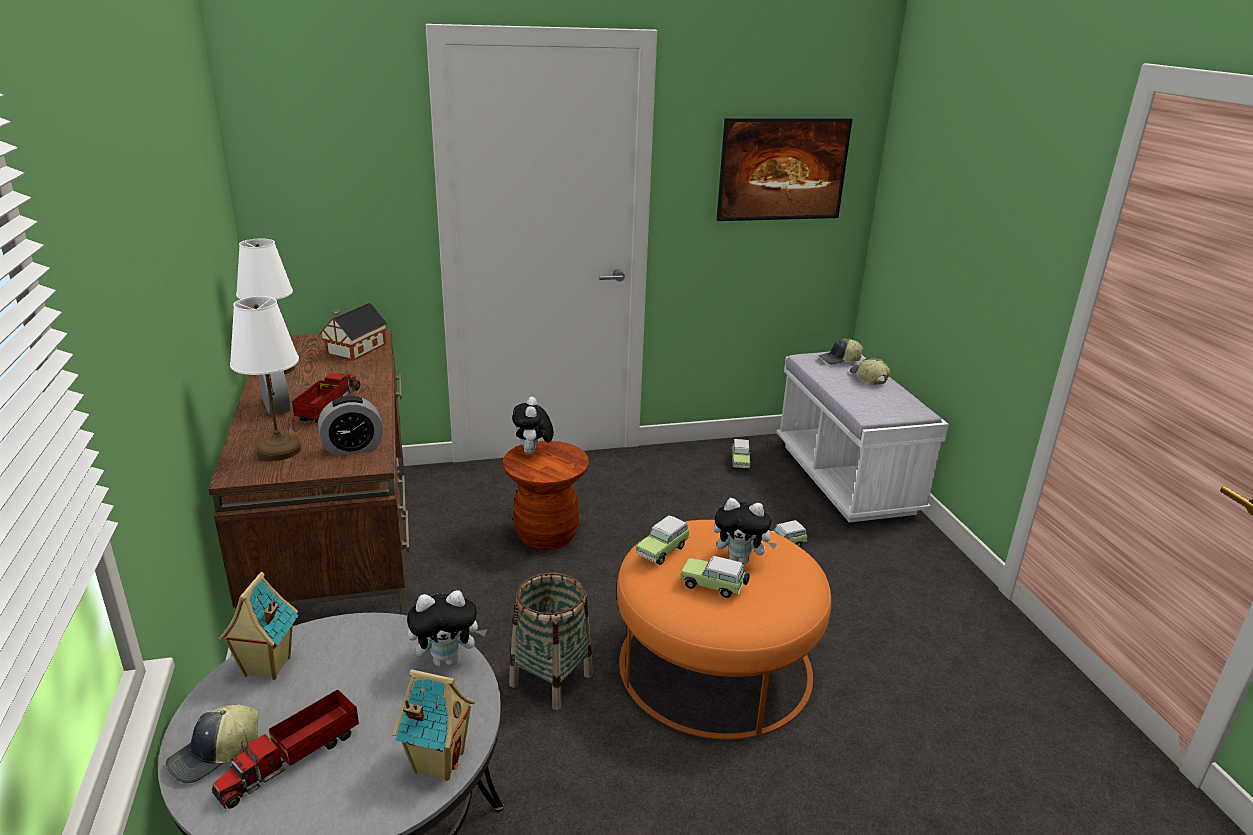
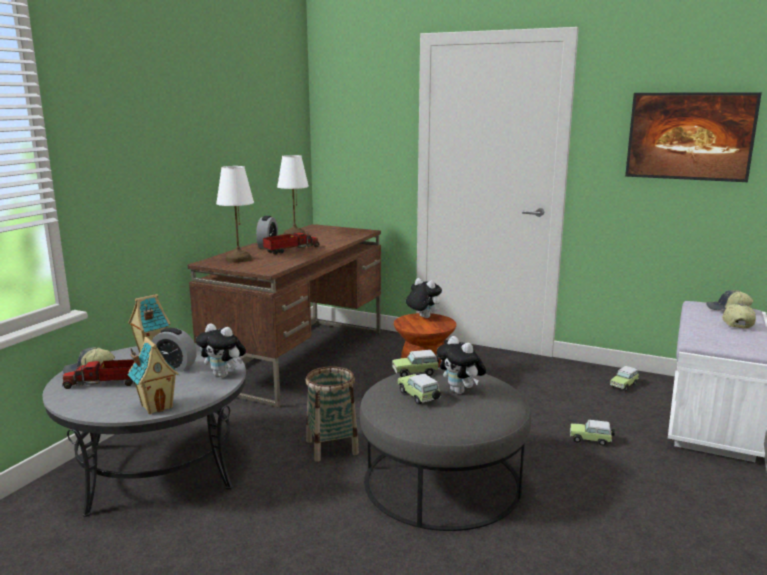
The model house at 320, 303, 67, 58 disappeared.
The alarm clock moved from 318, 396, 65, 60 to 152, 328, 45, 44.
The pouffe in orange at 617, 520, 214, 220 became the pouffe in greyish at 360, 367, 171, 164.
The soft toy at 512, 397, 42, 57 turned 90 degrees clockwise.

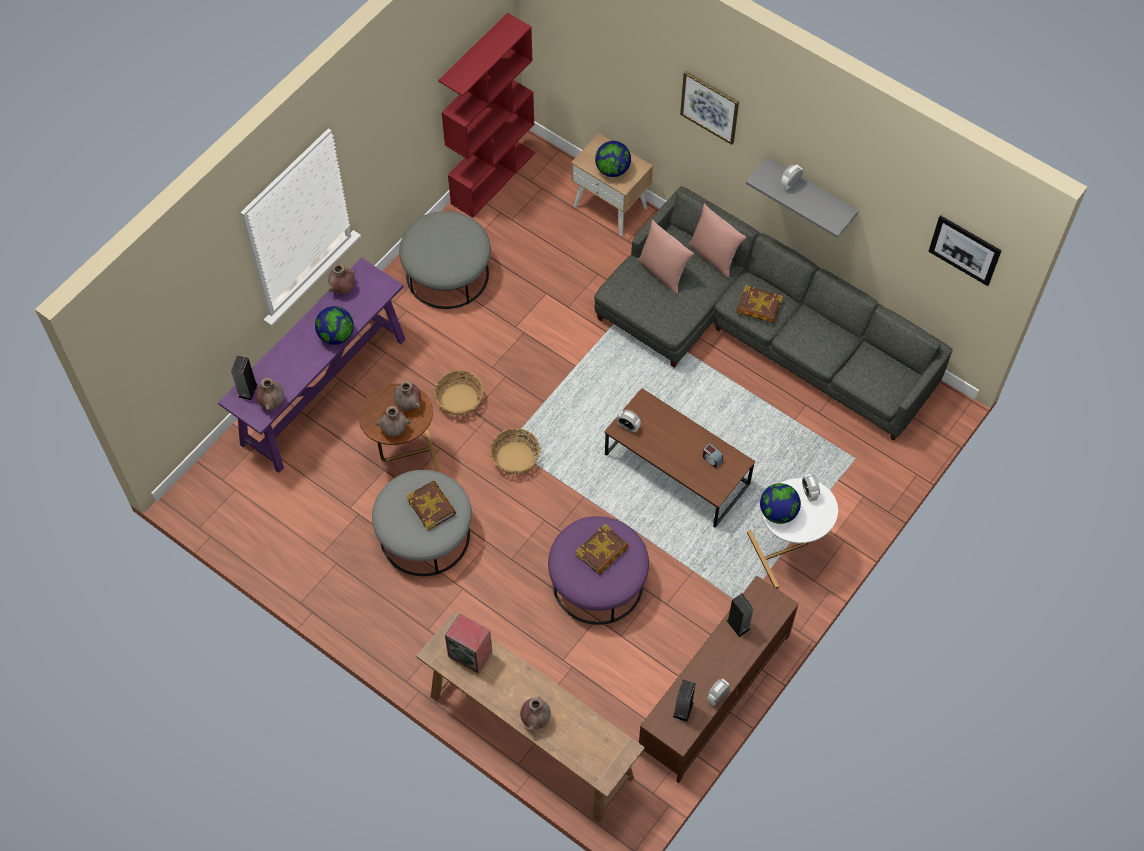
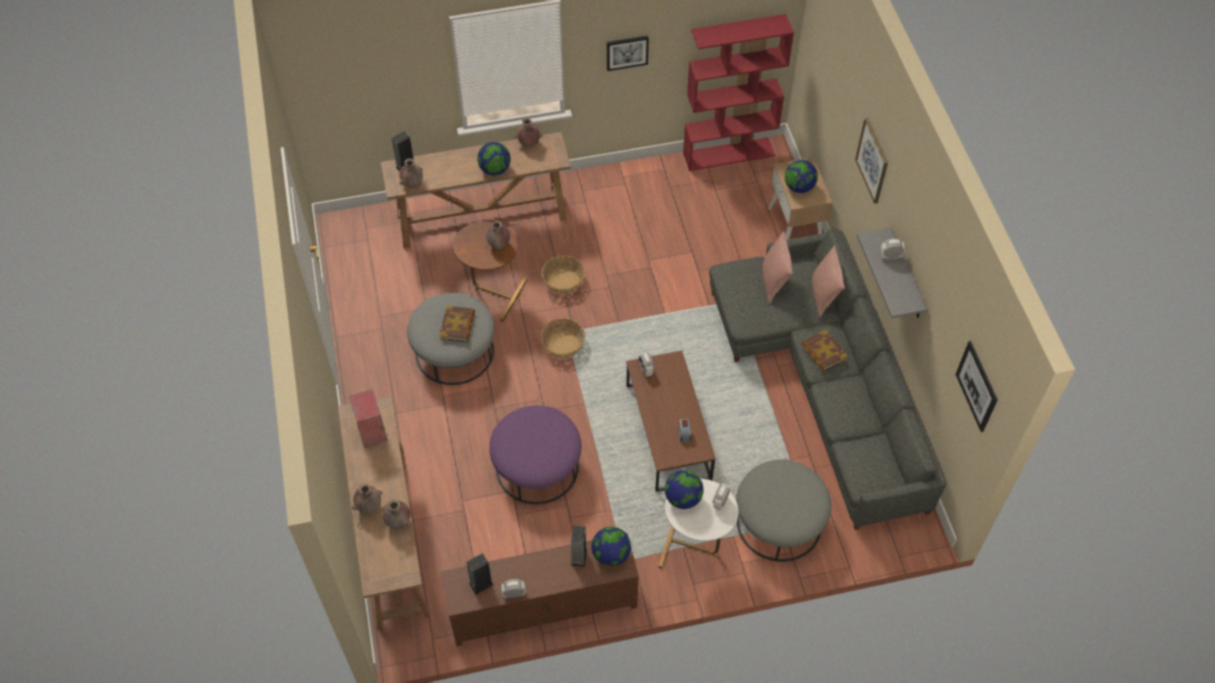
The book at 576, 524, 53, 51 disappeared.
The world globe at 592, 527, 39, 39 appeared.
The picture at 607, 36, 42, 35 appeared.
The decorative vase in brown-coloured moved from 376, 406, 34, 31 to 382, 500, 28, 29.
The pouffe in greyish moved from 399, 211, 92, 98 to 736, 459, 95, 103.
The console table in purple at 218, 258, 188, 215 became the console table in brown-coloured at 381, 132, 190, 116.

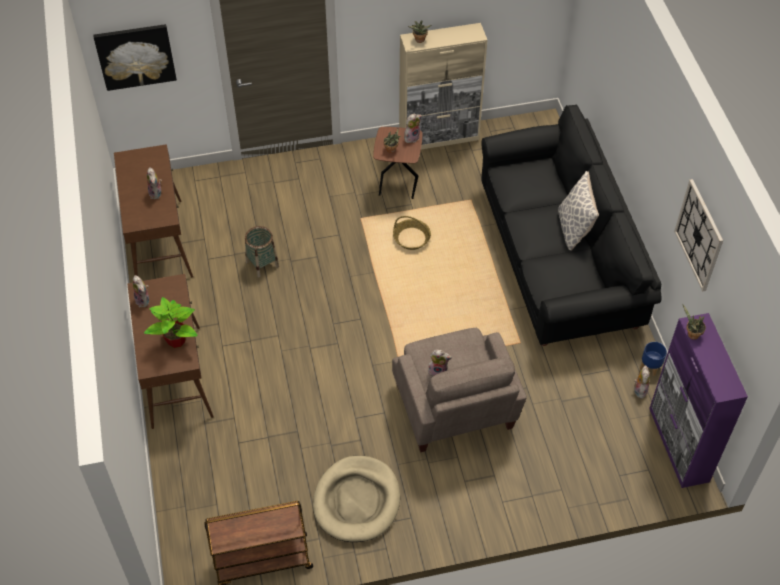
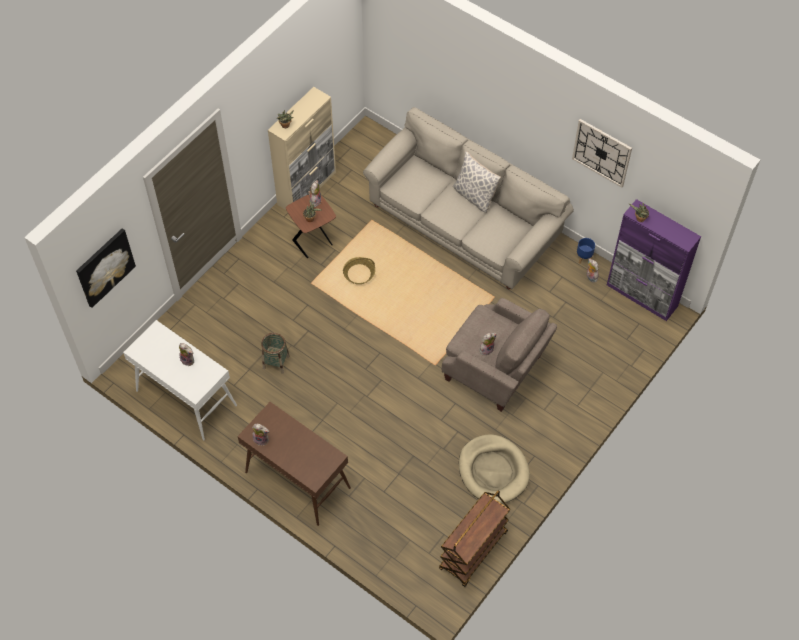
The plant in a pot at 144, 297, 53, 51 disappeared.
The console table in brown-coloured at 114, 144, 79, 133 became the console table in whitish at 123, 320, 114, 121.
The sofa in blackish at 481, 105, 180, 241 became the sofa in sand-coloured at 363, 107, 211, 183.

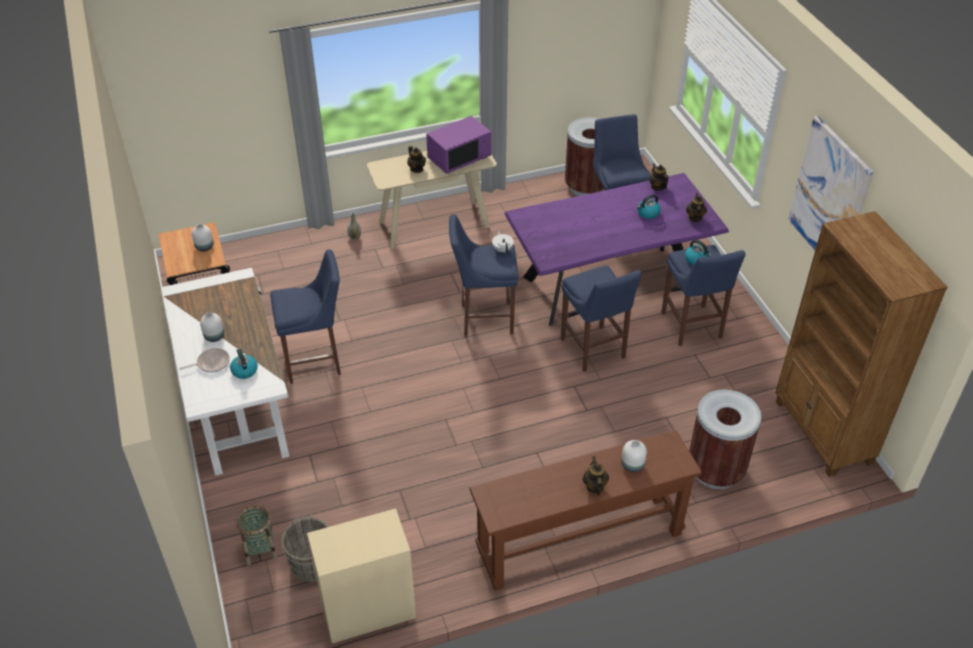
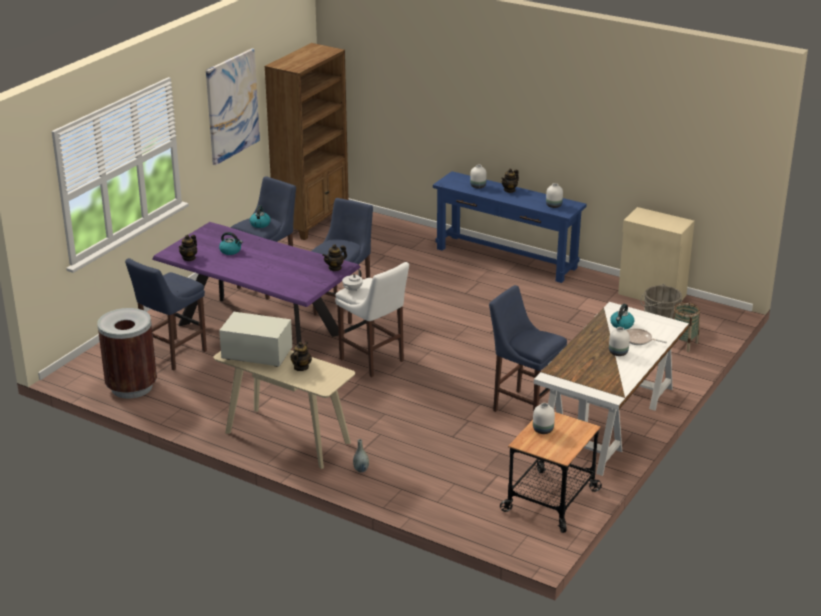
The rubbish bin in brown-coloured at 689, 389, 72, 100 disappeared.
The decorative vase in whitish at 546, 183, 17, 25 appeared.
The pot for tea moved from 686, 193, 21, 29 to 322, 244, 25, 27.
The microwave oven in purple at 426, 116, 65, 58 became the microwave oven in whitish at 219, 312, 73, 55.
The stool in blue-coloured at 449, 214, 69, 122 became the stool in whitish at 335, 262, 74, 115.
The console table in brown-coloured at 469, 430, 233, 161 became the console table in blue-coloured at 433, 171, 154, 112.

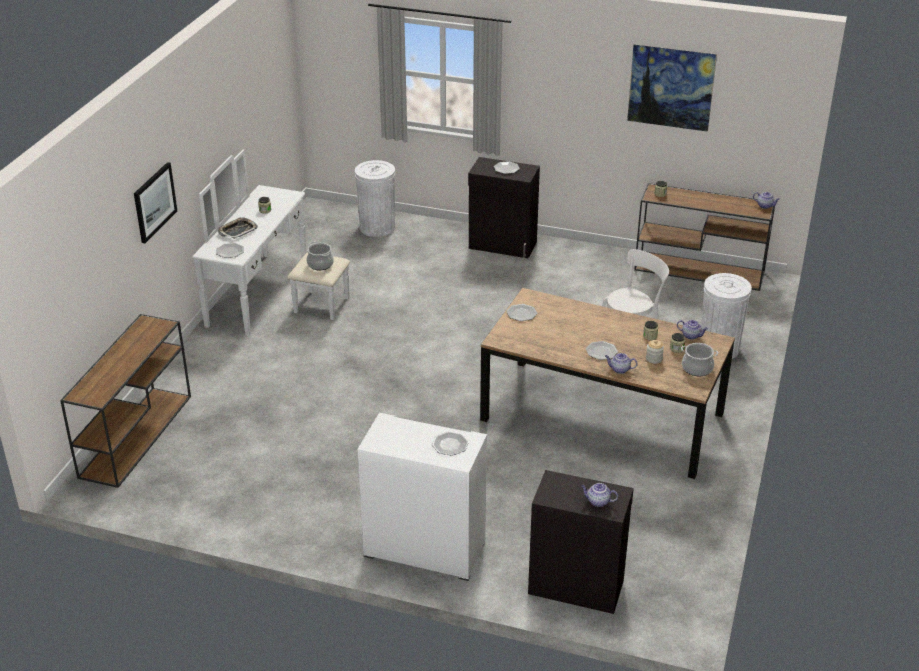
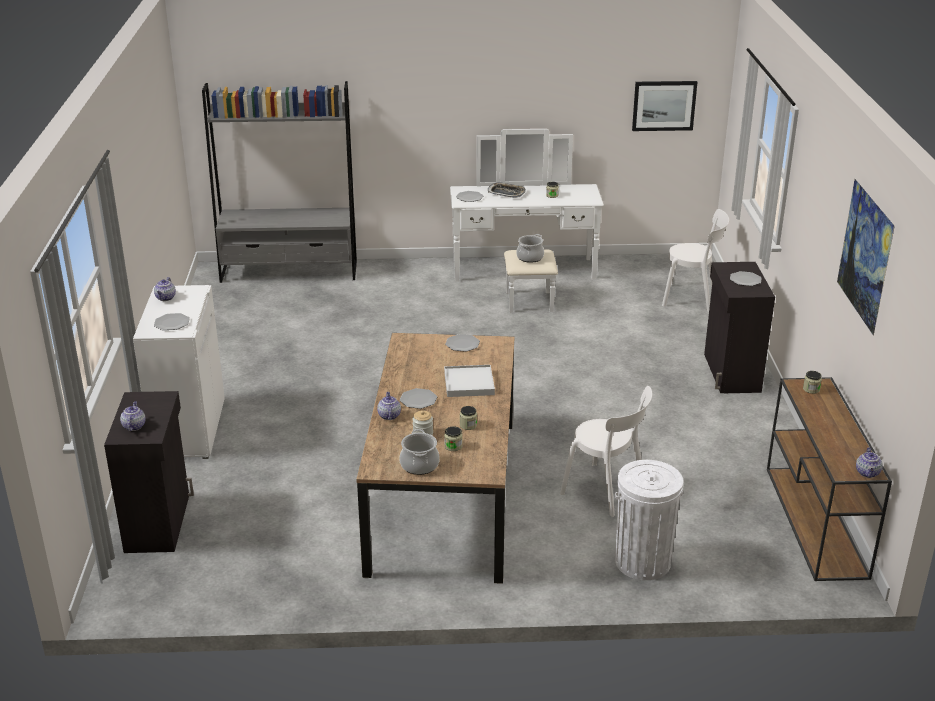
The tray in whitish at 444, 365, 51, 32 appeared.
The picture moved from 134, 162, 43, 81 to 632, 81, 65, 50.
The pot for tea moved from 677, 320, 31, 20 to 154, 277, 22, 24.
The console table in brown-coloured at 60, 314, 131, 174 was replaced by the bookshelf in greyish at 202, 81, 155, 202.
The rubbish bin in whitish at 355, 160, 40, 77 was replaced by the chair in whitish at 662, 209, 67, 103.

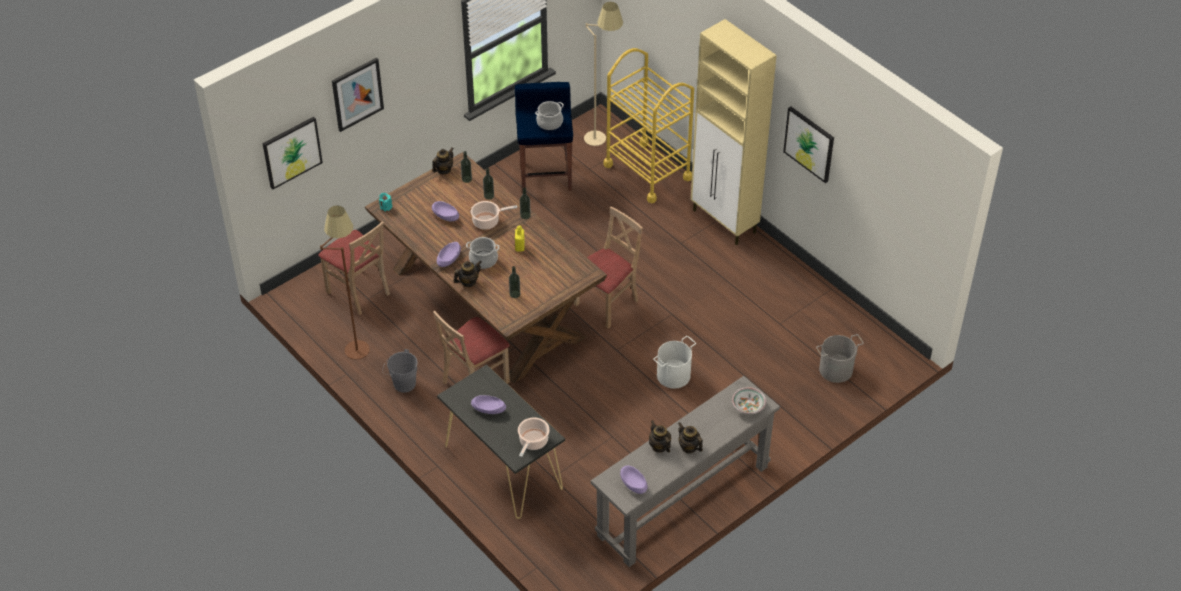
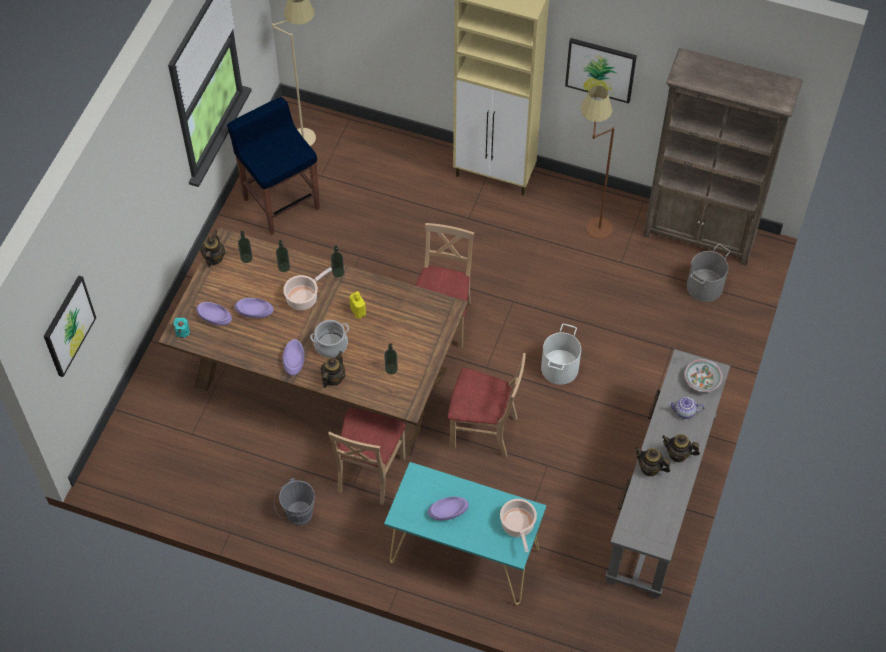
The picture at 332, 57, 52, 75 disappeared.
The stockpot at 535, 101, 29, 29 disappeared.
The cart in yellow at 604, 48, 90, 156 disappeared.
The bookshelf in brown-coloured at 643, 48, 160, 218 appeared.
The pot for tea at 669, 397, 36, 22 appeared.
The chair in sand-coloured moved from 319, 221, 71, 94 to 448, 353, 78, 105.
The floor lamp in brown-coloured moved from 320, 205, 50, 155 to 580, 86, 35, 153.
The bowl in purple moved from 620, 466, 28, 28 to 196, 302, 36, 24.
The console table in blackish at 437, 364, 128, 155 became the console table in turquoise-coloured at 384, 462, 162, 143.

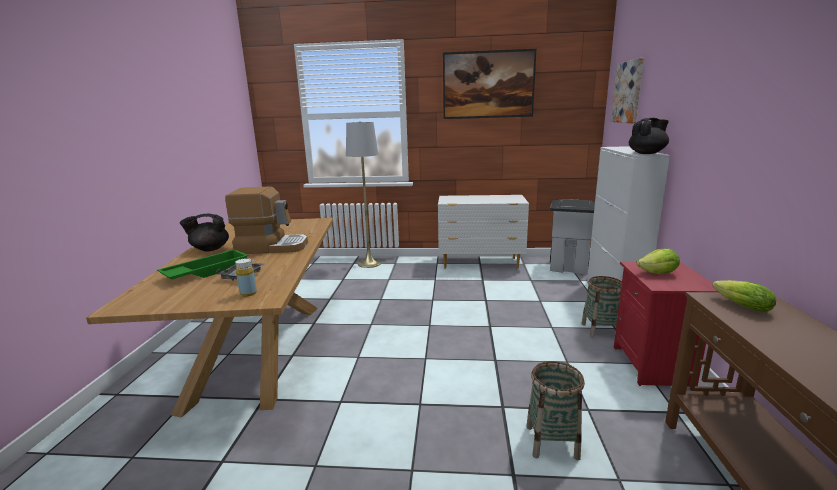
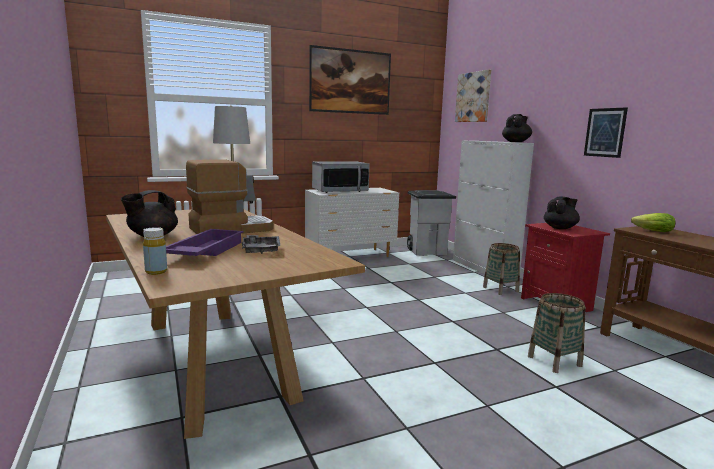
The microwave oven at 312, 162, 58, 31 appeared.
The picture at 584, 107, 44, 51 appeared.
The drink bottle in yellow moved from 235, 258, 22, 39 to 143, 227, 24, 48.
The lettuce at 637, 248, 43, 26 was replaced by the pot for tea in blackish at 544, 197, 36, 32.
The tray in greenish at 157, 250, 92, 30 became the tray in purple at 166, 229, 77, 27.

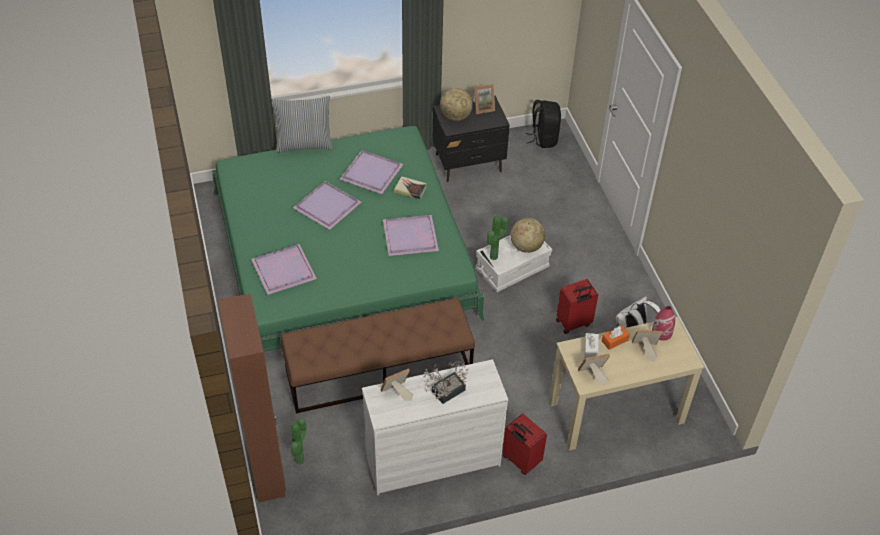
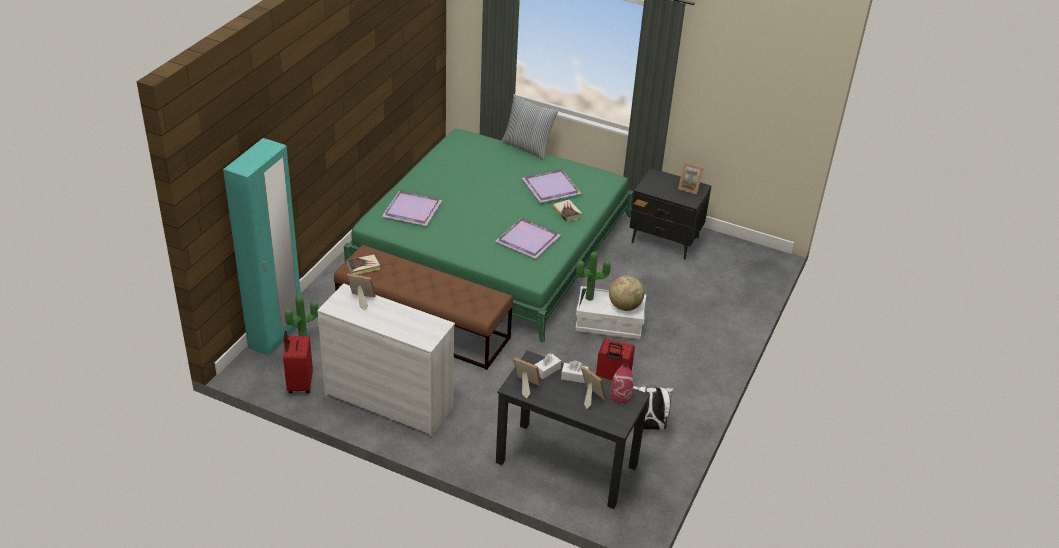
The tray in purple at 293, 181, 68, 49 disappeared.
The plant in a pot at 423, 361, 46, 43 disappeared.
The world globe at 440, 88, 33, 33 disappeared.
The knapsack in blackish at 525, 100, 36, 48 disappeared.
The book at 346, 255, 34, 20 appeared.
The travel case in red moved from 502, 414, 45, 61 to 283, 331, 30, 62.
The armoire in brown-coloured at 218, 294, 68, 209 became the armoire in turquoise-coloured at 223, 138, 78, 218.
The desk unit in sand-coloured at 549, 317, 155, 134 became the desk unit in blackish at 496, 351, 154, 158.
The box of tissues in orange at 602, 326, 28, 24 became the box of tissues in whitish at 561, 361, 27, 22.

